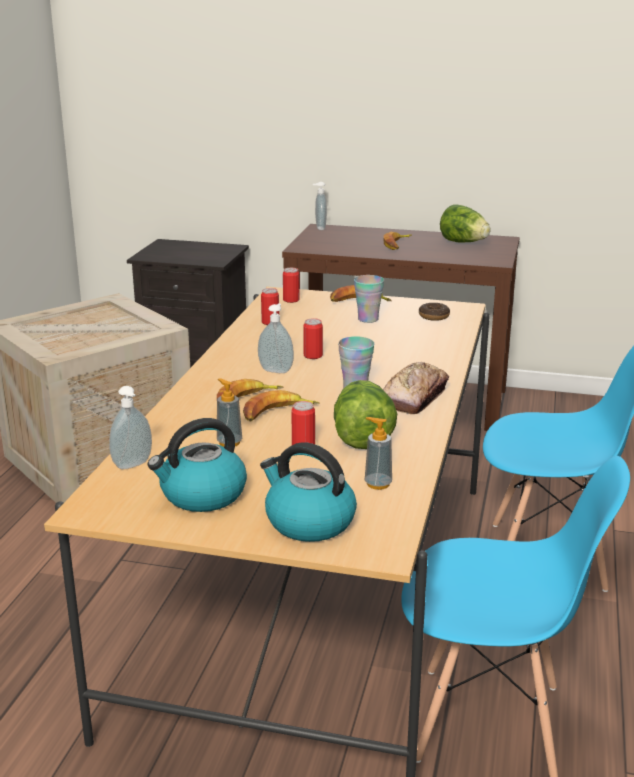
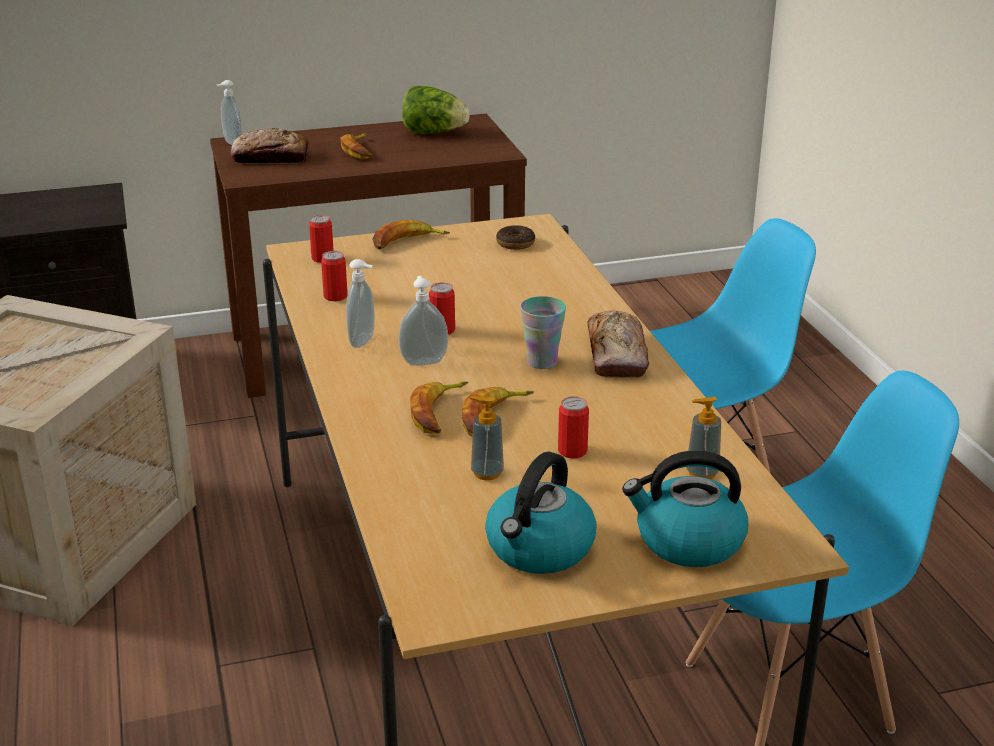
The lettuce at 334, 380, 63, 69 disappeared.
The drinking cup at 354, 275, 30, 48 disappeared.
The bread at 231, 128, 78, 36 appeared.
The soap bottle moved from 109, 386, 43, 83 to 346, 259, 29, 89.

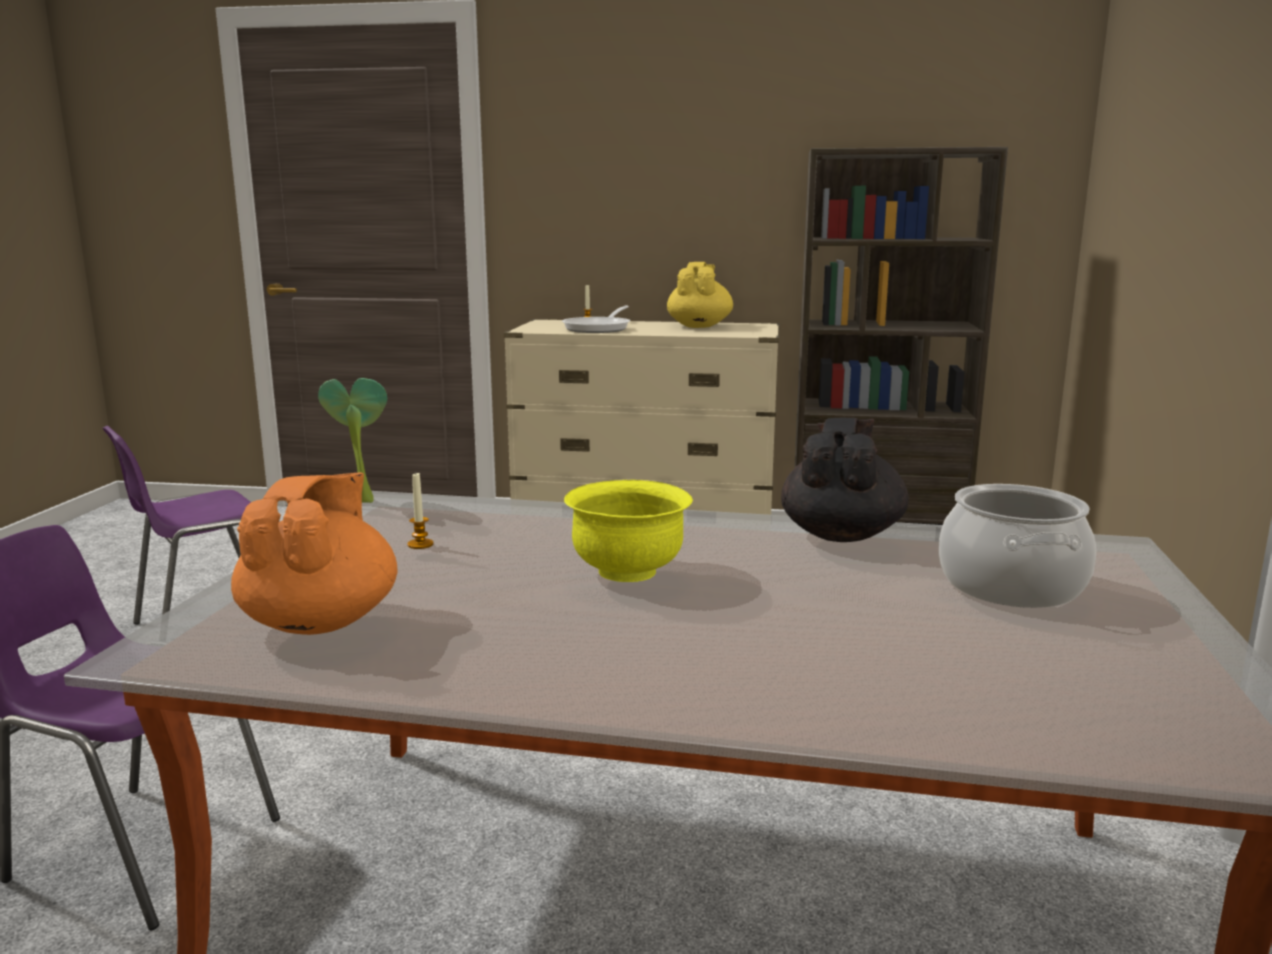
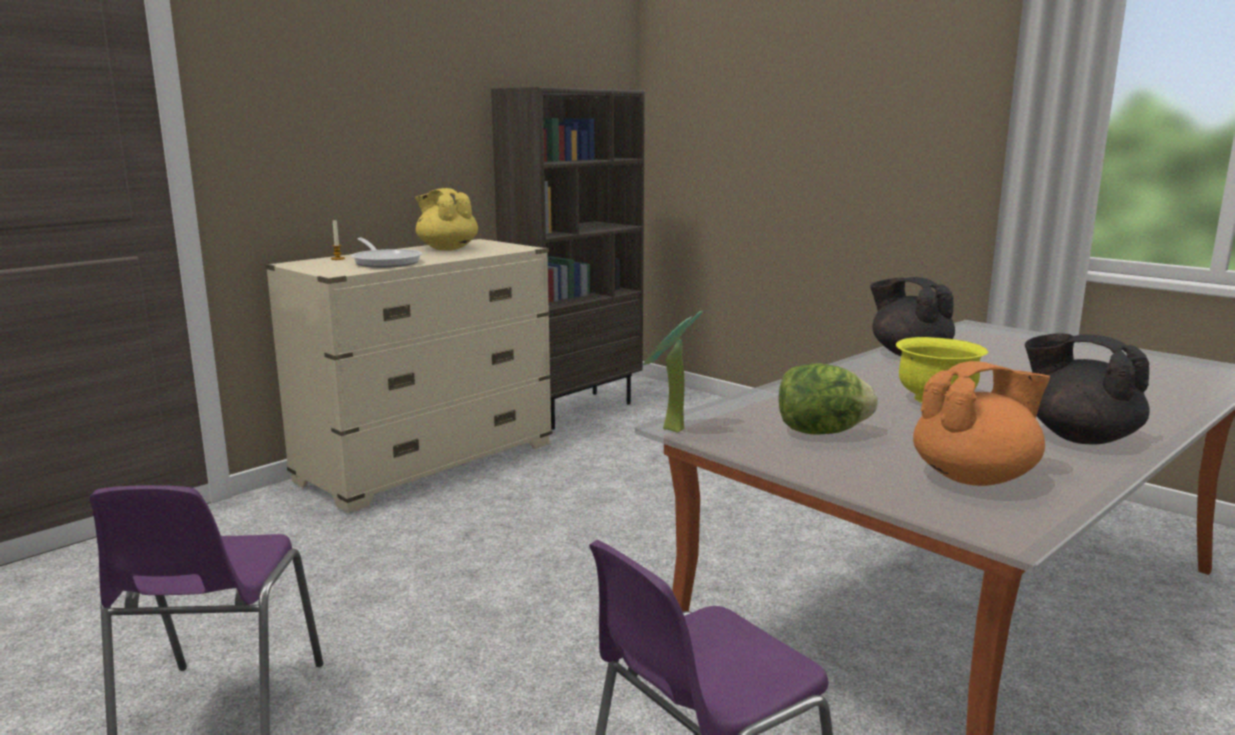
The stockpot at 939, 484, 157, 124 disappeared.
The pot for tea in blackish at 1025, 334, 125, 111 appeared.
The wax candle at 407, 473, 27, 76 was replaced by the lettuce at 779, 363, 99, 71.
The pot for tea in orange at 231, 472, 166, 163 turned 120 degrees clockwise.

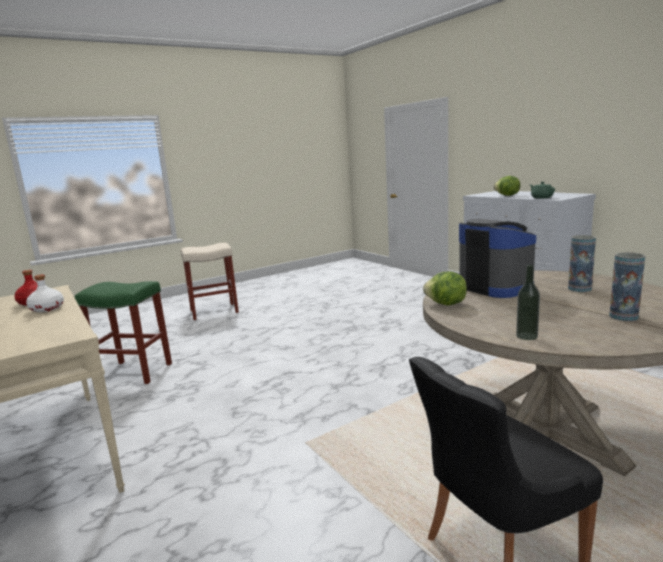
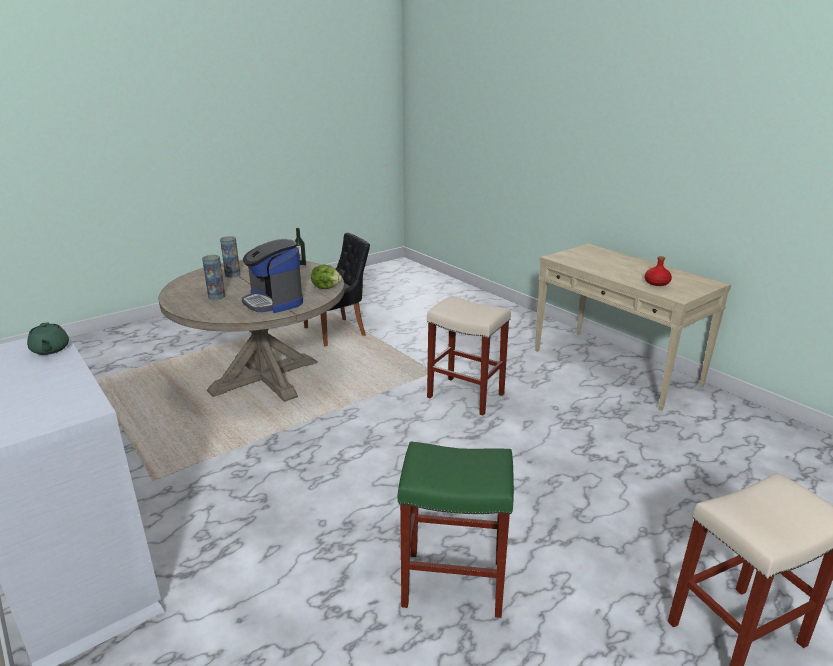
The drink bottle in whitish at 26, 274, 38, 38 disappeared.
The lettuce at 493, 176, 27, 20 disappeared.
The stool in sand-coloured at 427, 296, 84, 119 appeared.
The stool in greenish moved from 75, 281, 97, 103 to 398, 441, 116, 177.

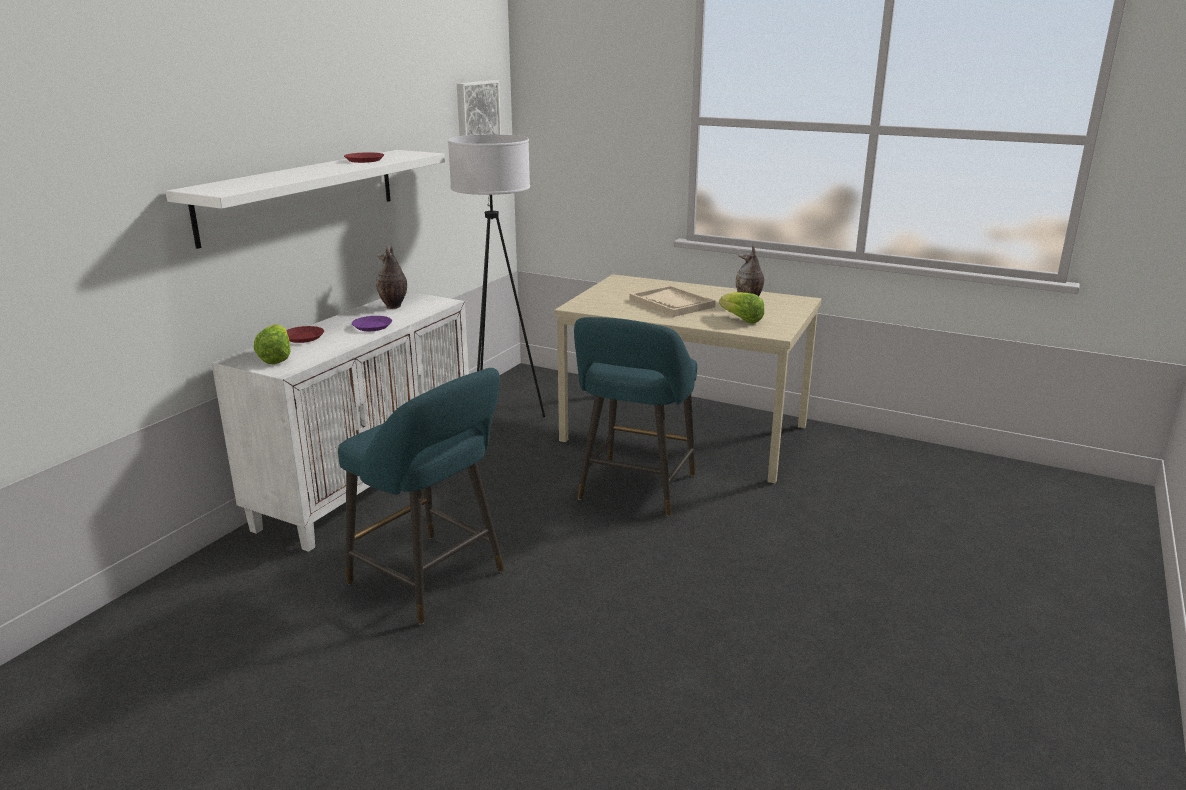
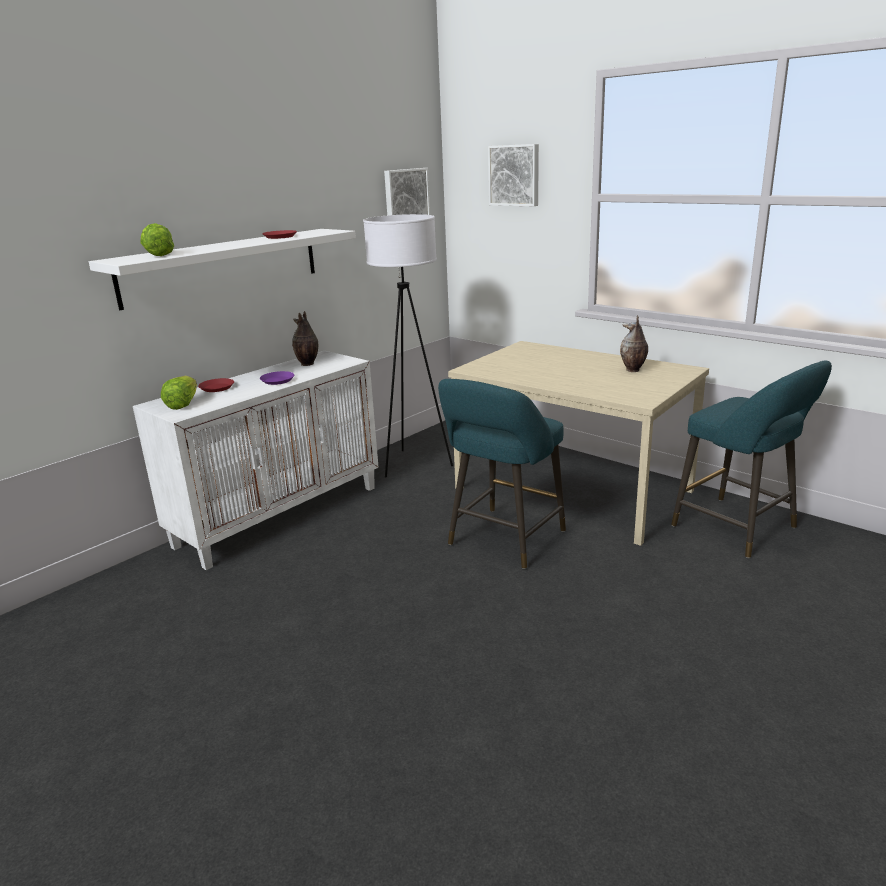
The tray in sand-coloured at 630, 285, 85, 32 disappeared.
The picture at 488, 144, 51, 62 appeared.
The stool in turquoise-coloured moved from 338, 368, 166, 256 to 671, 361, 161, 197.
The lettuce moved from 719, 292, 45, 32 to 141, 223, 33, 33.

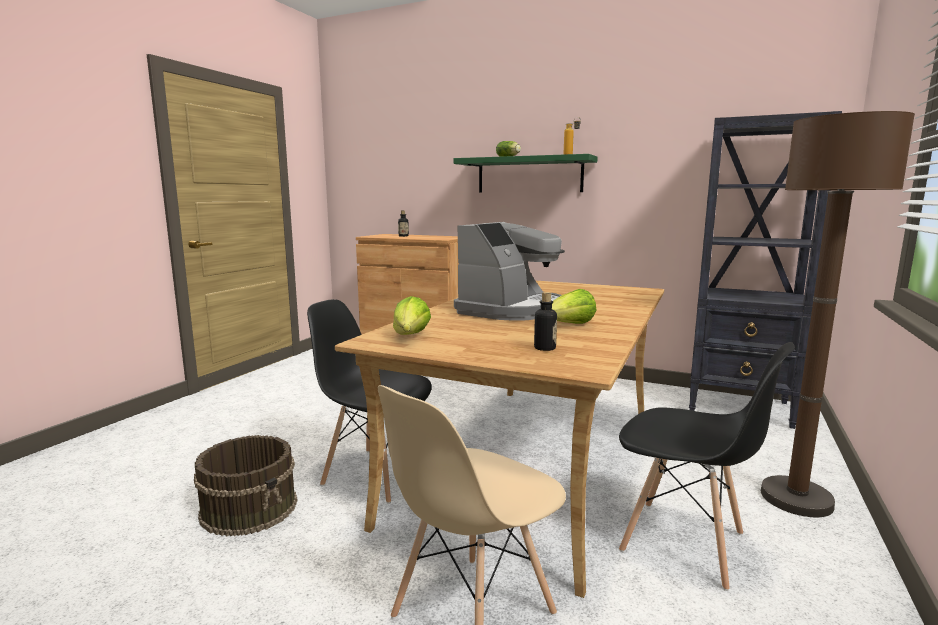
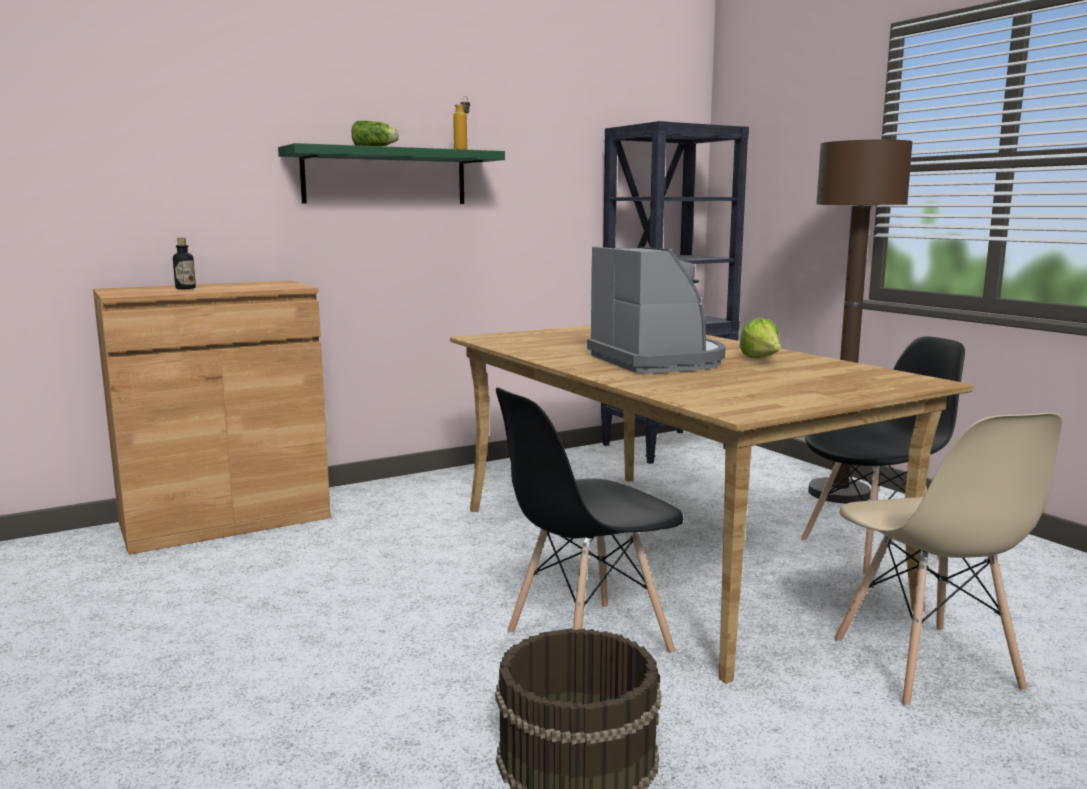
The lettuce at 393, 296, 38, 39 disappeared.
The drink bottle at 534, 292, 23, 59 disappeared.

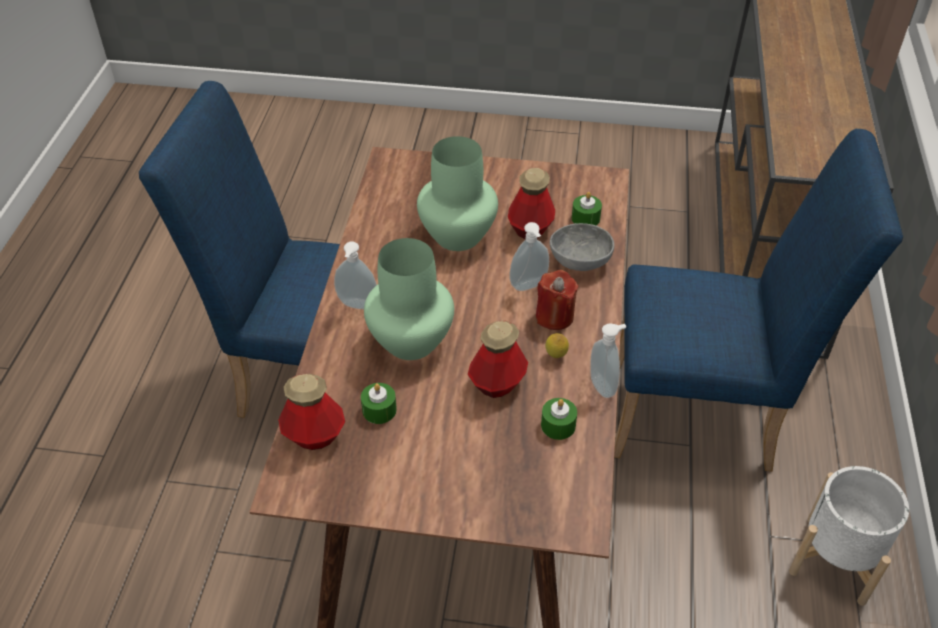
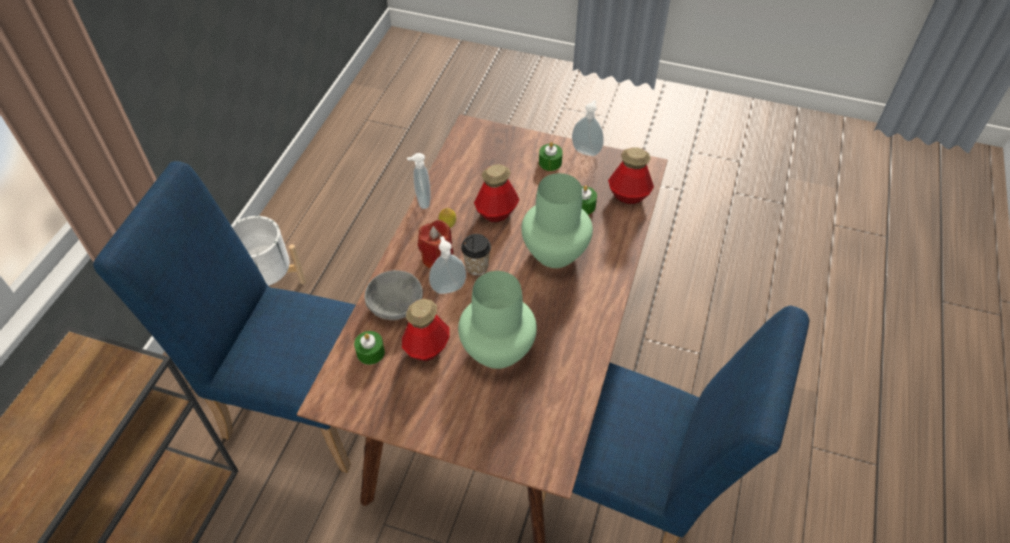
The drinking cup at 461, 234, 30, 41 appeared.
The soap bottle moved from 334, 242, 43, 67 to 572, 100, 32, 56.
The wax candle in greenish moved from 541, 398, 36, 42 to 539, 142, 24, 29.

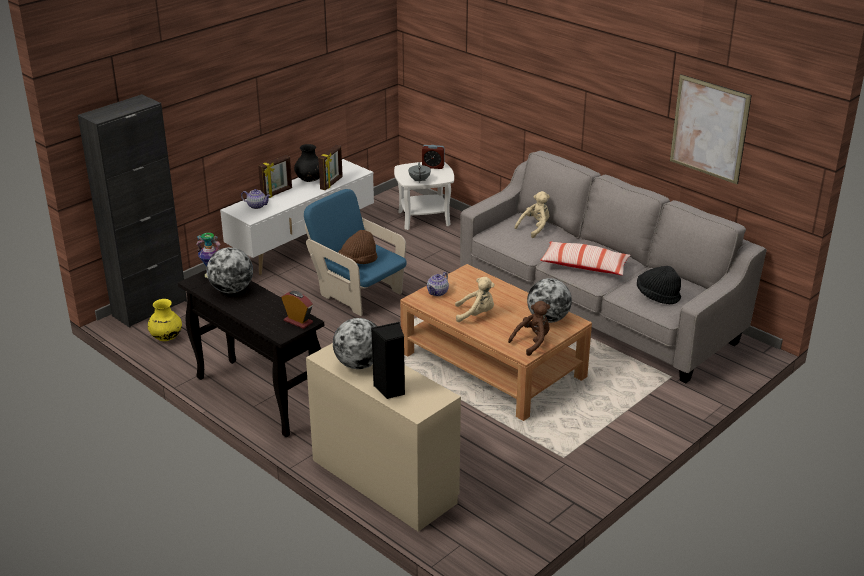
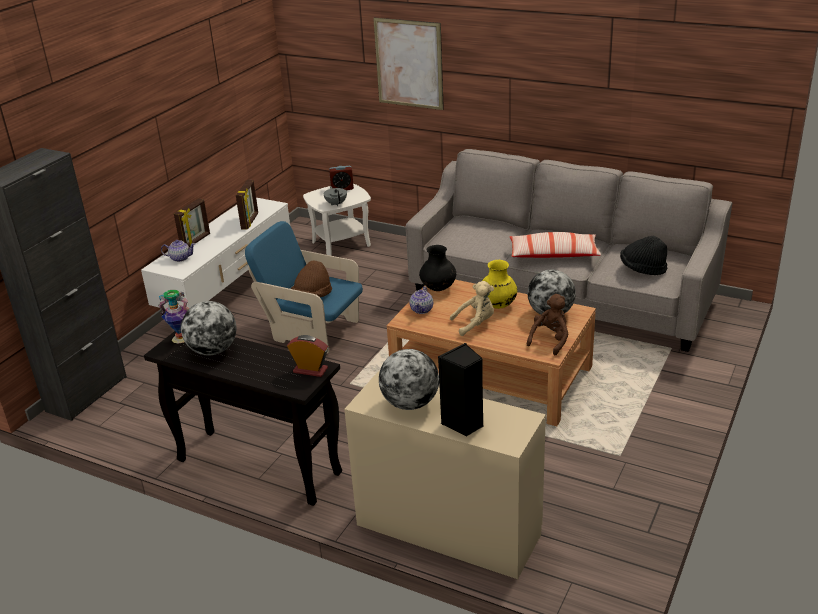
The soft toy in sand-coloured at 514, 191, 36, 47 disappeared.
The decorative vase in yellow moved from 148, 299, 34, 42 to 482, 260, 35, 49.
The decorative vase in blackish moved from 294, 144, 25, 38 to 419, 245, 37, 46.
The picture moved from 670, 74, 82, 111 to 373, 17, 71, 93.

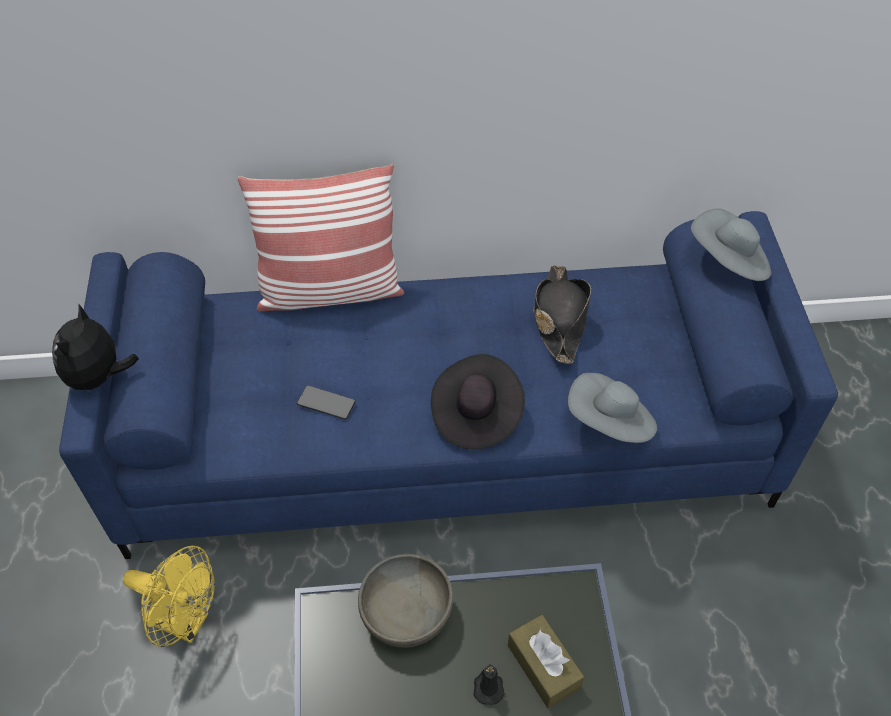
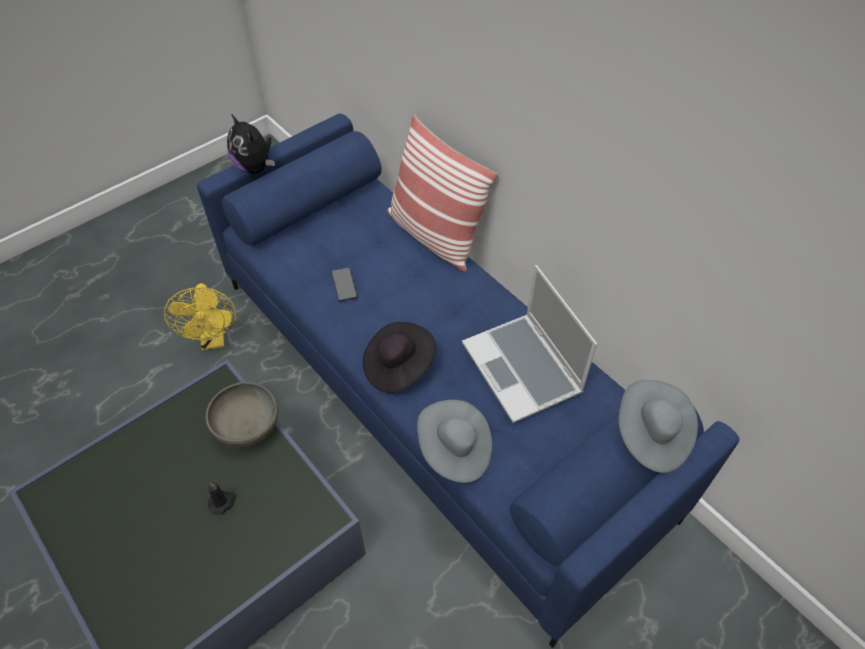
The box of tissues in brown-coloured at 508, 614, 76, 94 disappeared.
The hat in blackish at 533, 265, 58, 99 was replaced by the notebook computer at 462, 265, 135, 158.
The soft toy at 52, 303, 87, 94 turned 105 degrees counterclockwise.

